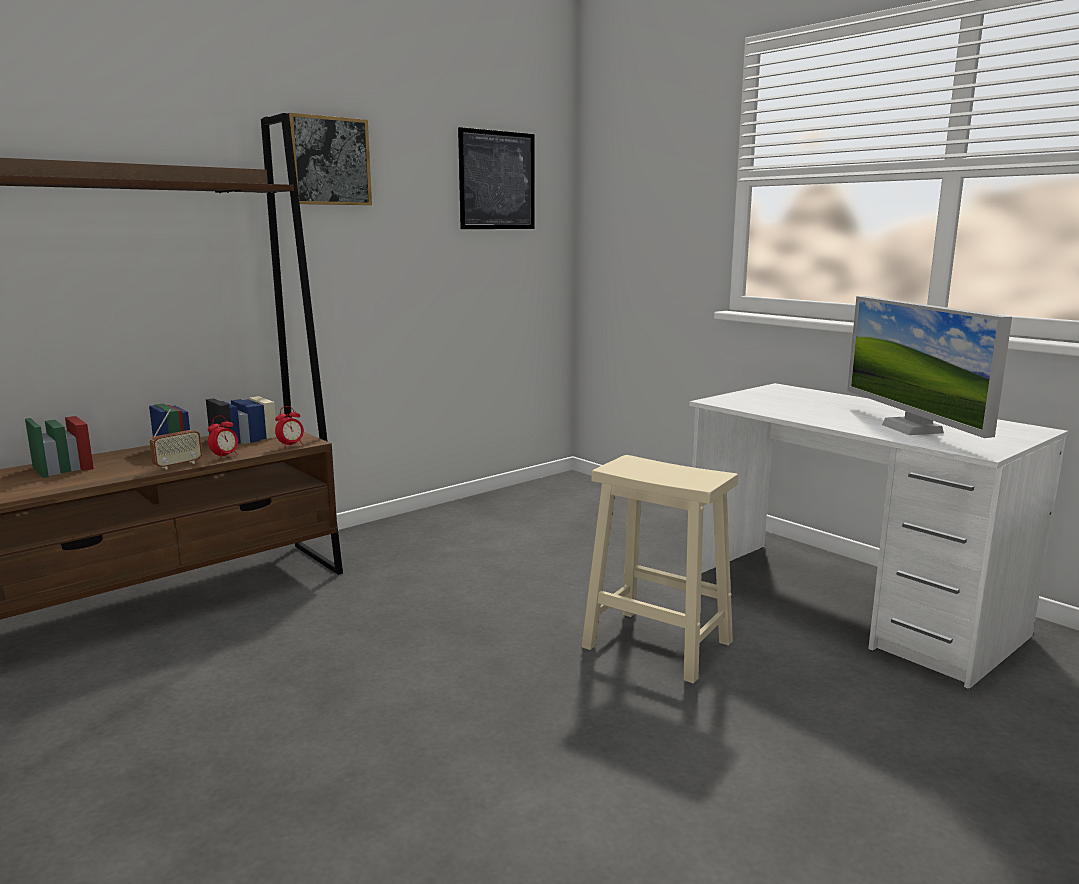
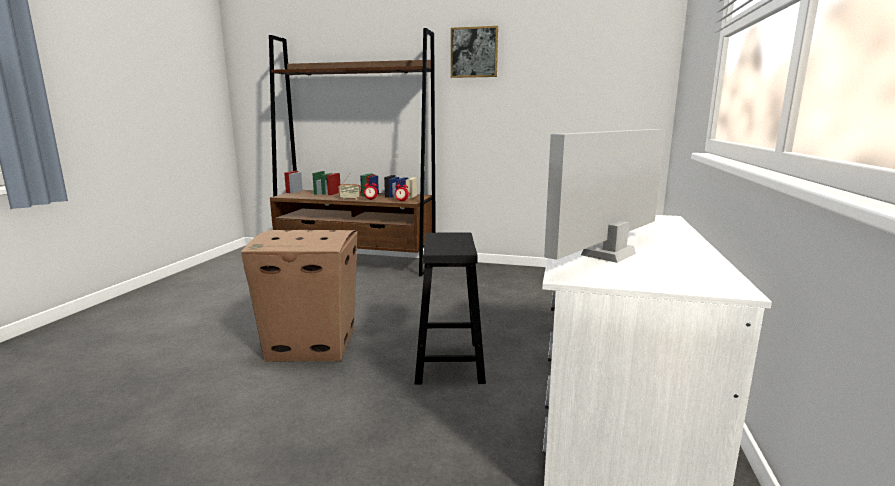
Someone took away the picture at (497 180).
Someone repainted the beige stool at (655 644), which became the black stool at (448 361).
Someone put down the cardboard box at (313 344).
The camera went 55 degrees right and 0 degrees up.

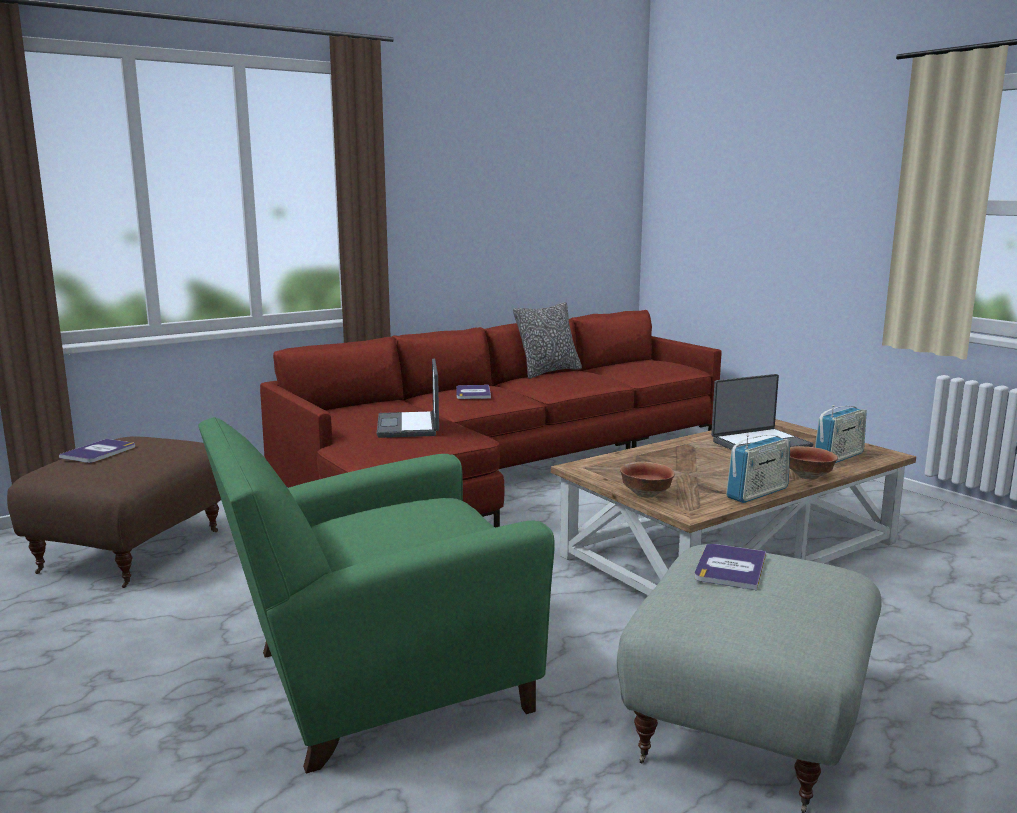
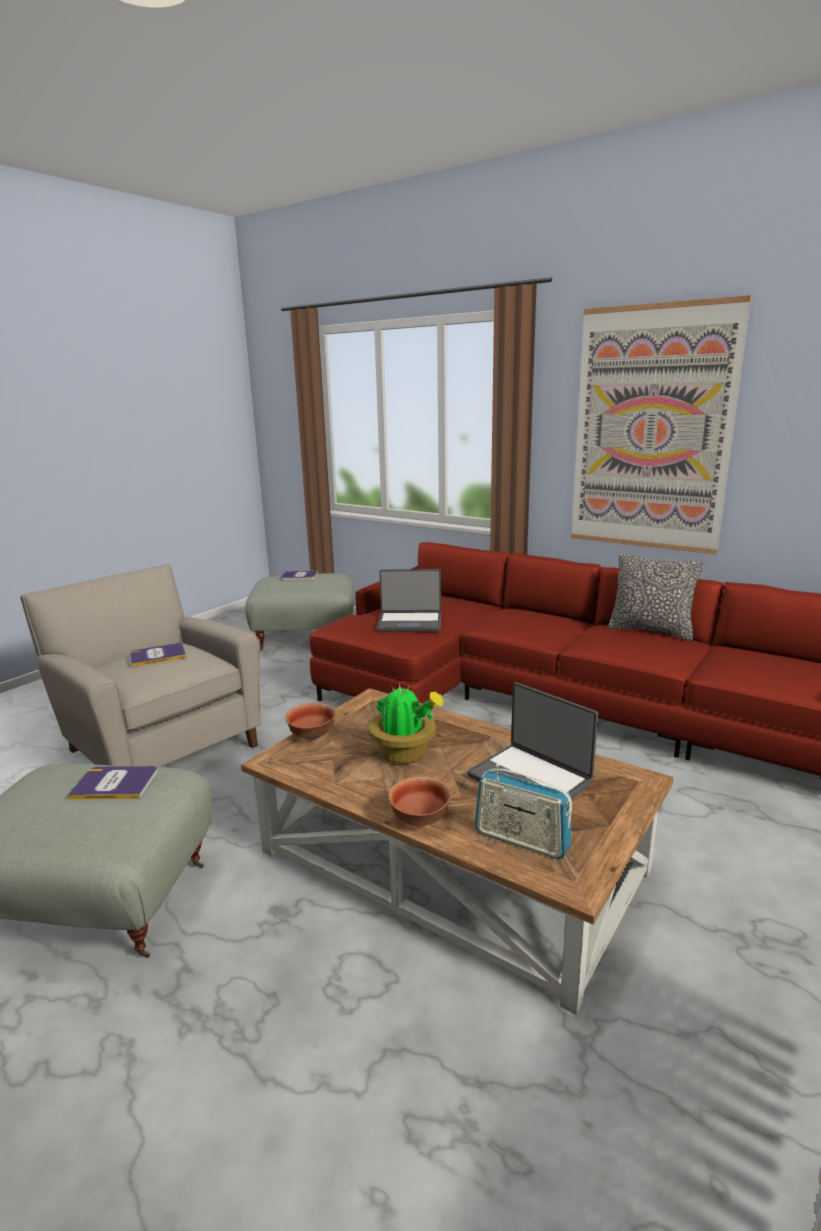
Someone repainted the brown ottoman at (135 552), which became the grey ottoman at (304 639).
Someone repainted the green armchair at (374 684), which became the beige armchair at (158 744).
Someone rotated the laptop at (410 426) by 150 degrees counterclockwise.
Someone carried the book from (473 393) to (158 655).
Someone took away the radio at (757 493).
Someone put down the potted plant at (405 754).
Someone put up the picture at (651 430).
The camera went 70 degrees right and 5 degrees up.

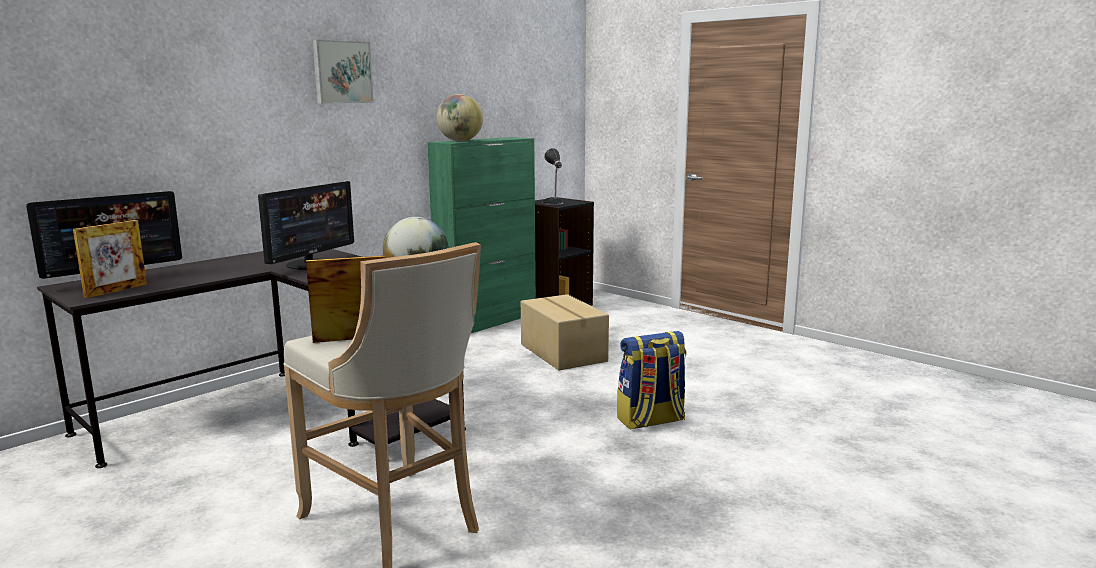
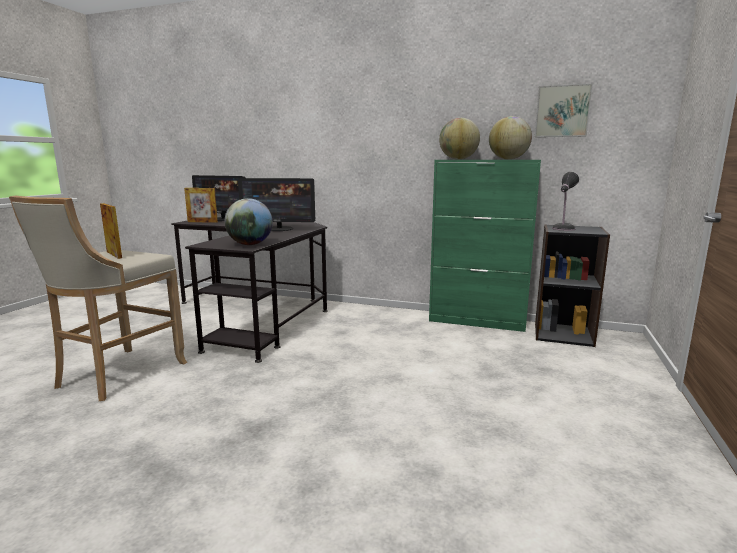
Someone carried the picture from (342 72) to (562 111).
Someone took away the cardboard box at (562 353).
Someone took away the backpack at (651 421).
Someone put down the globe at (508 159).
The camera went 65 degrees right and 0 degrees up.

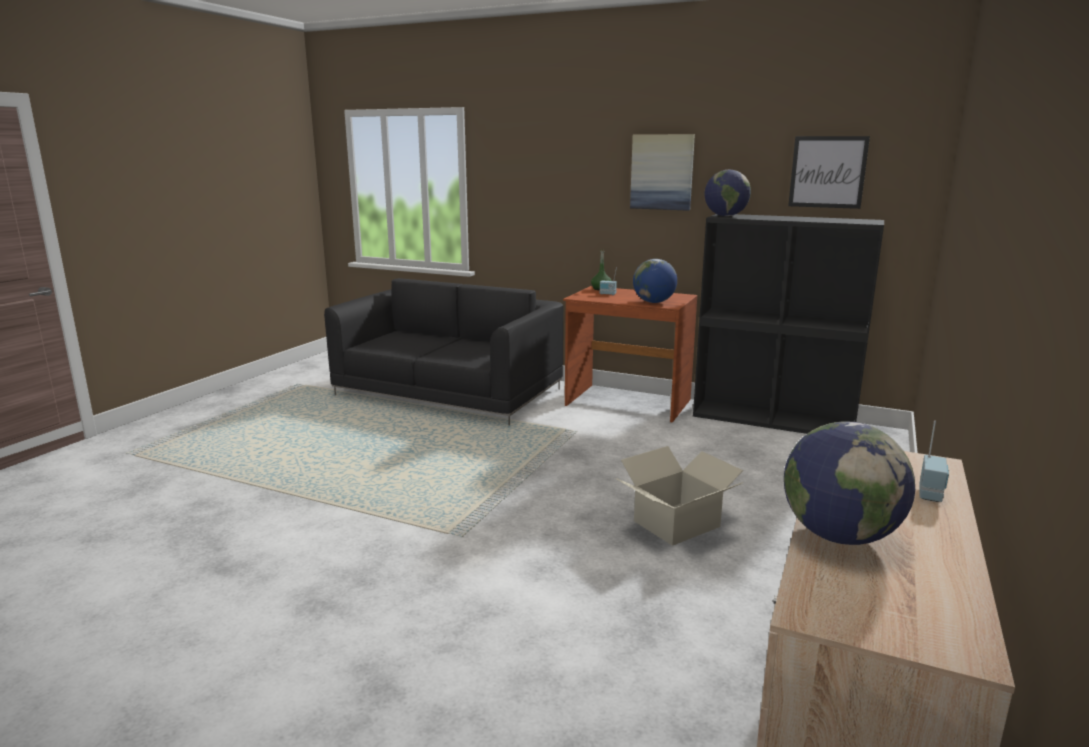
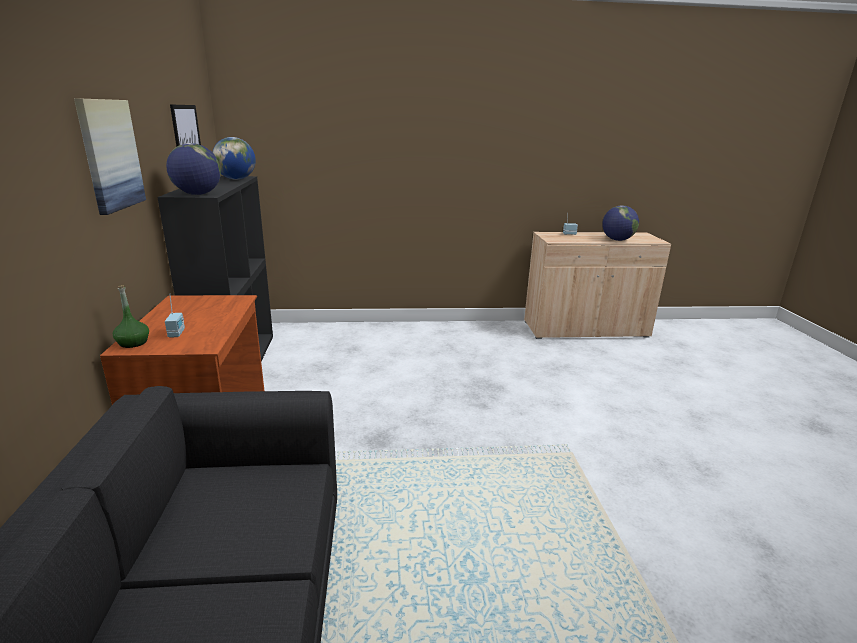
Someone took away the cardboard box at (675 523).
Someone carried the globe from (654 302) to (236 179).
The camera went 120 degrees left and 5 degrees up.

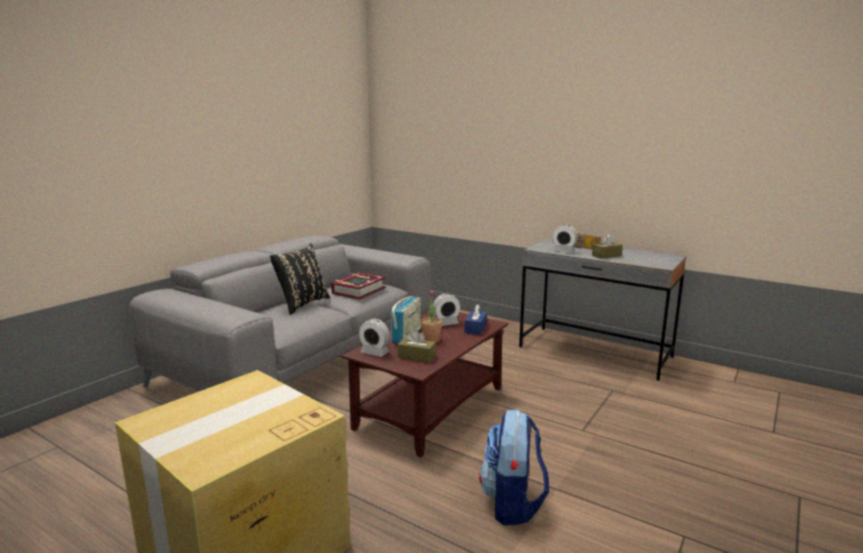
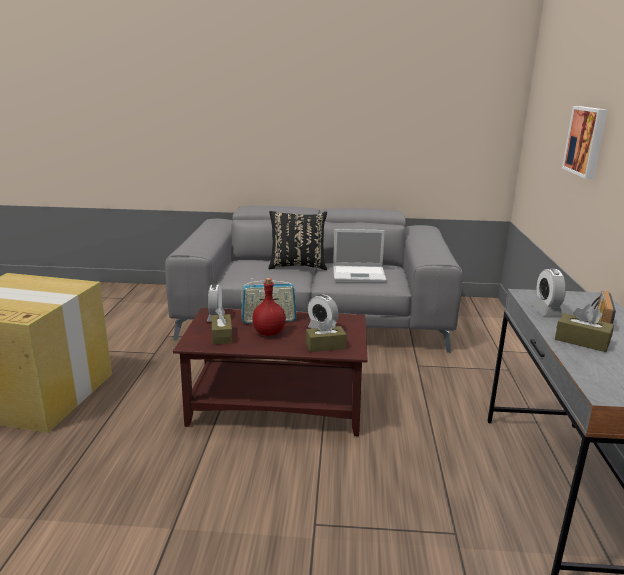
Someone swapped the book at (358 291) for the laptop at (360 274).
Someone swapped the potted plant at (431 340) for the red bottle at (269 332).
Someone repainted the blue tissue box at (475 328), which became the brown tissue box at (325 346).
Someone took away the backpack at (513 504).
Someone put up the picture at (587 141).
The camera went 60 degrees right and 5 degrees up.

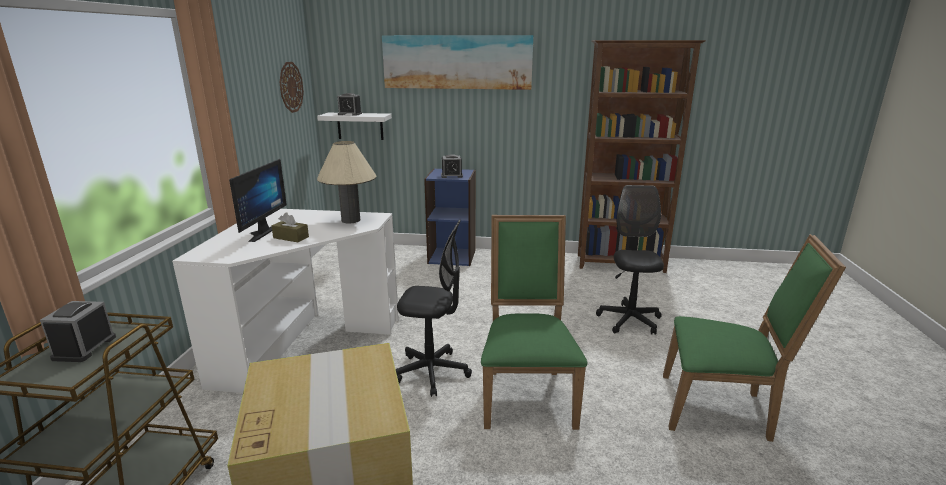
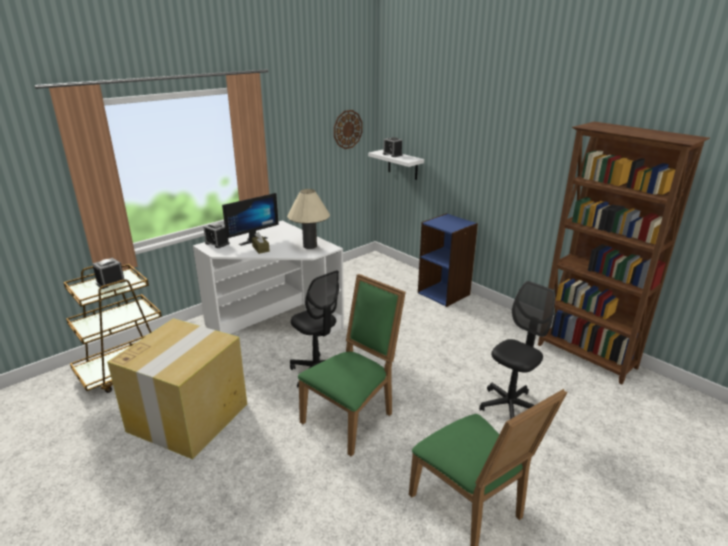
Someone took away the picture at (457 62).
Someone carried the alarm clock from (451 175) to (217 243).
The camera went 40 degrees right and 5 degrees up.

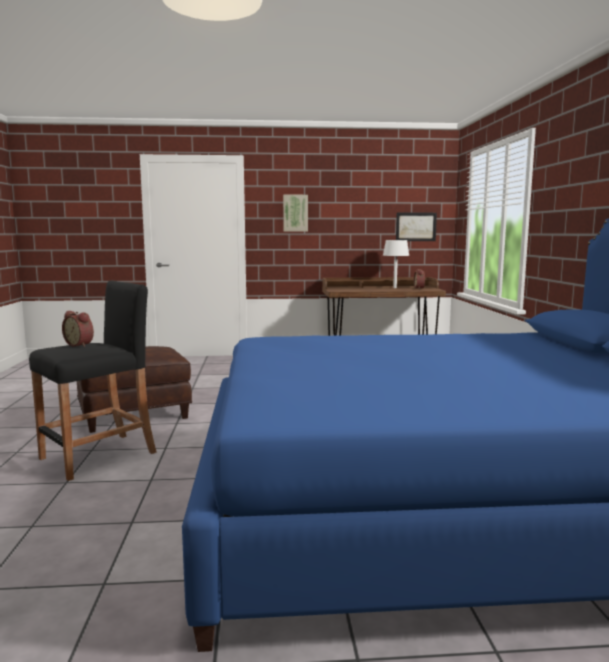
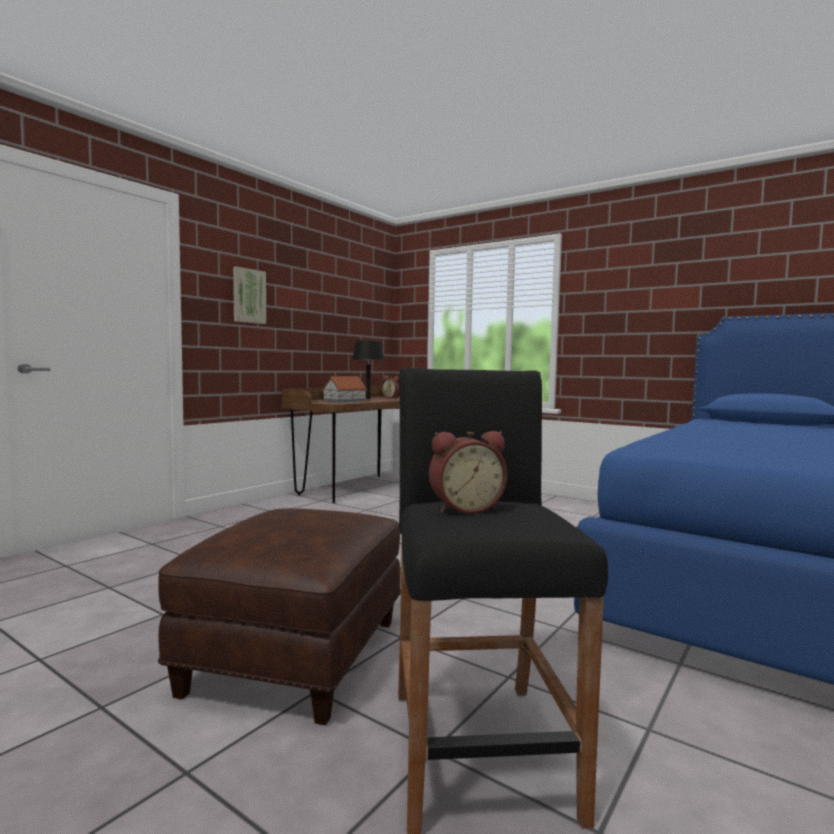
Someone repainted the white table lamp at (394 288), which became the black table lamp at (368 398).
Someone took away the picture at (416 227).
Someone put down the toy house at (344 401).
The camera went 50 degrees left and 5 degrees down.

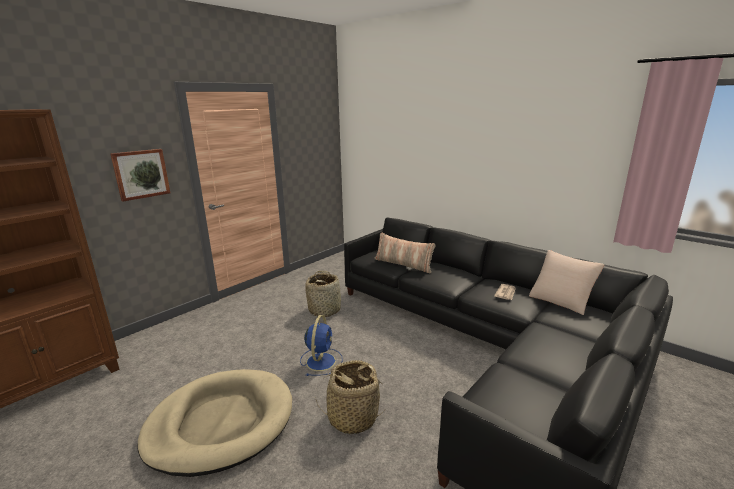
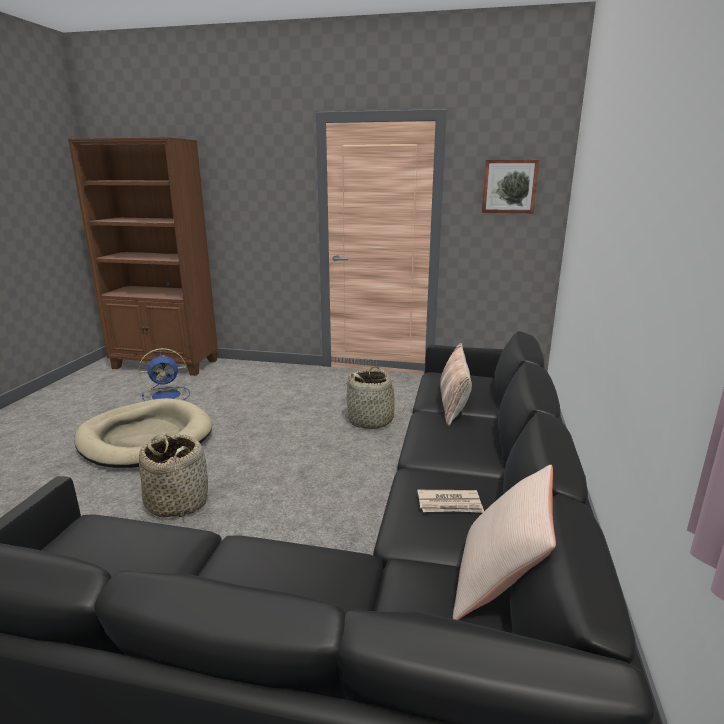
Someone carried the picture from (141 174) to (509 186).
Someone carried the blue fan from (321 361) to (168 396).
The camera went 60 degrees right and 0 degrees up.

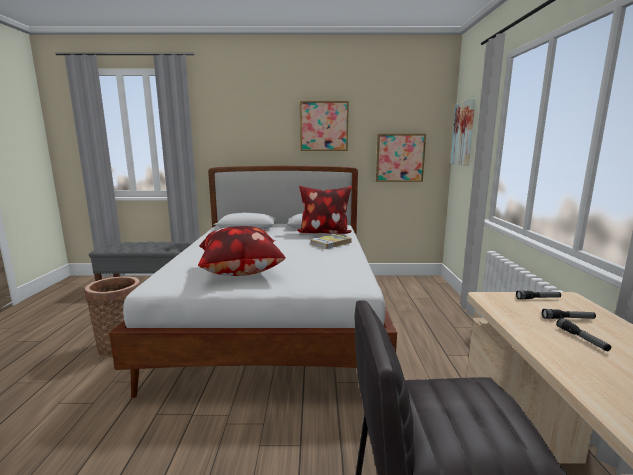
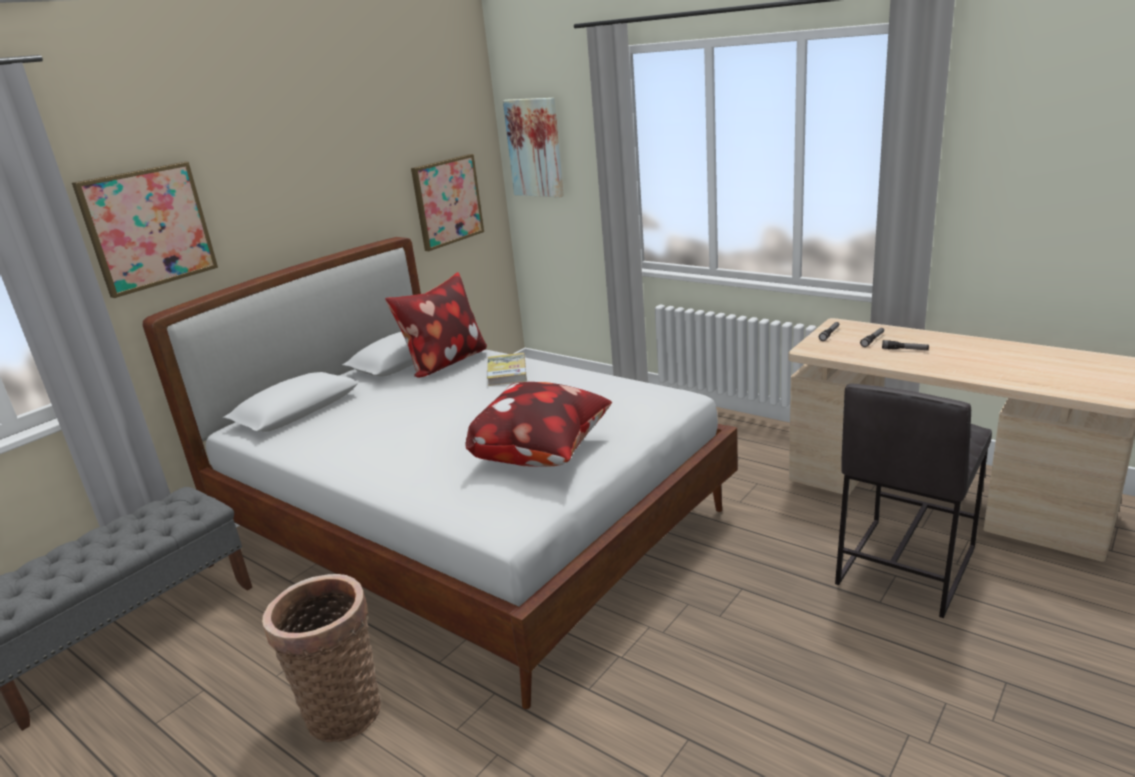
Someone carried the picture from (323 126) to (148 228).
The camera went 50 degrees left and 10 degrees up.

